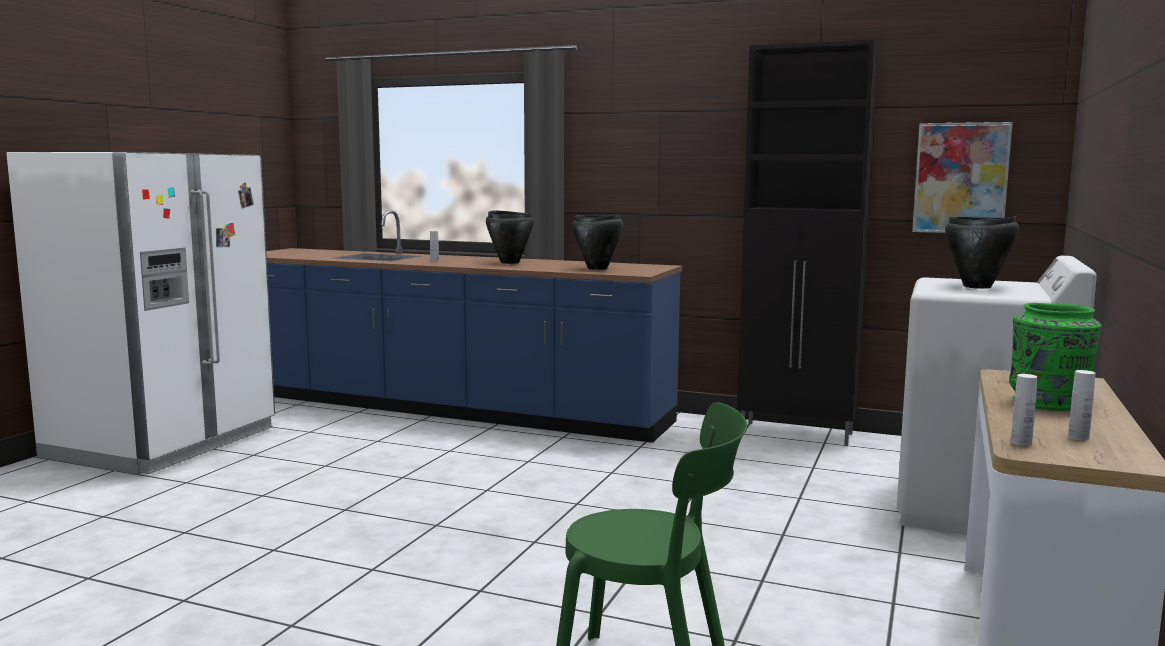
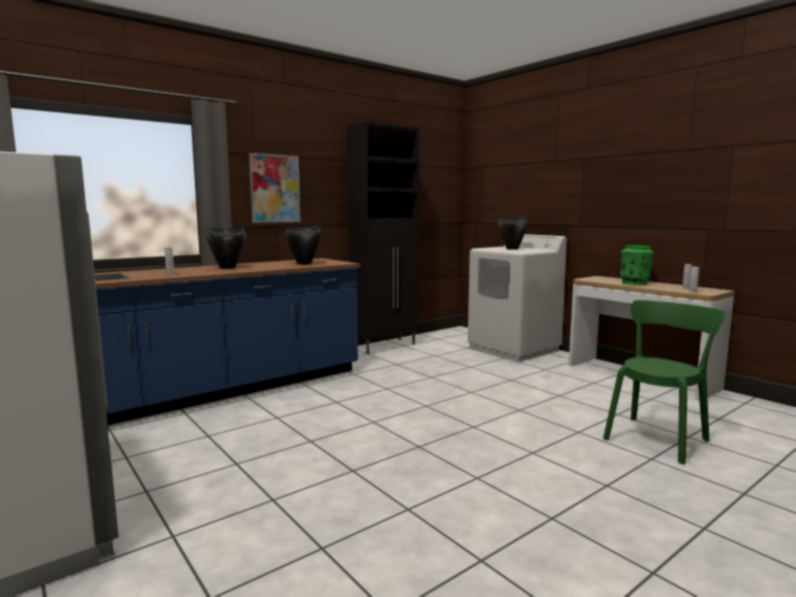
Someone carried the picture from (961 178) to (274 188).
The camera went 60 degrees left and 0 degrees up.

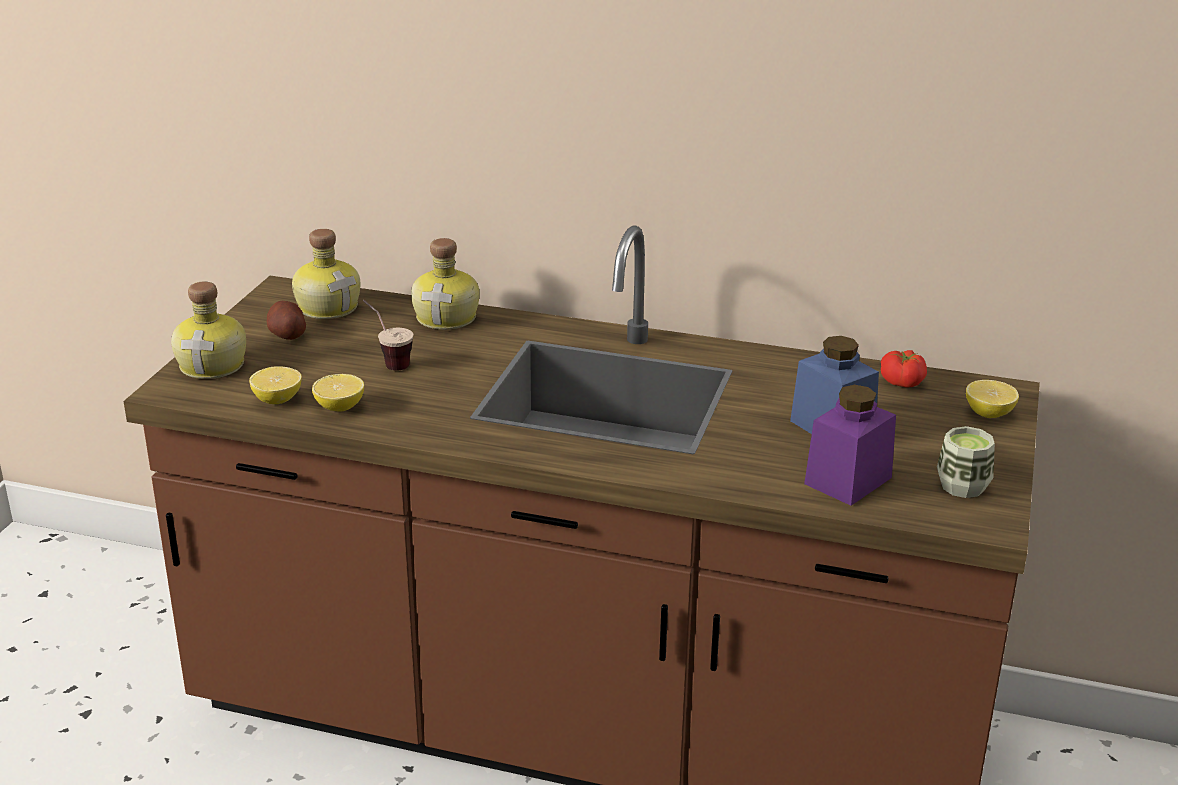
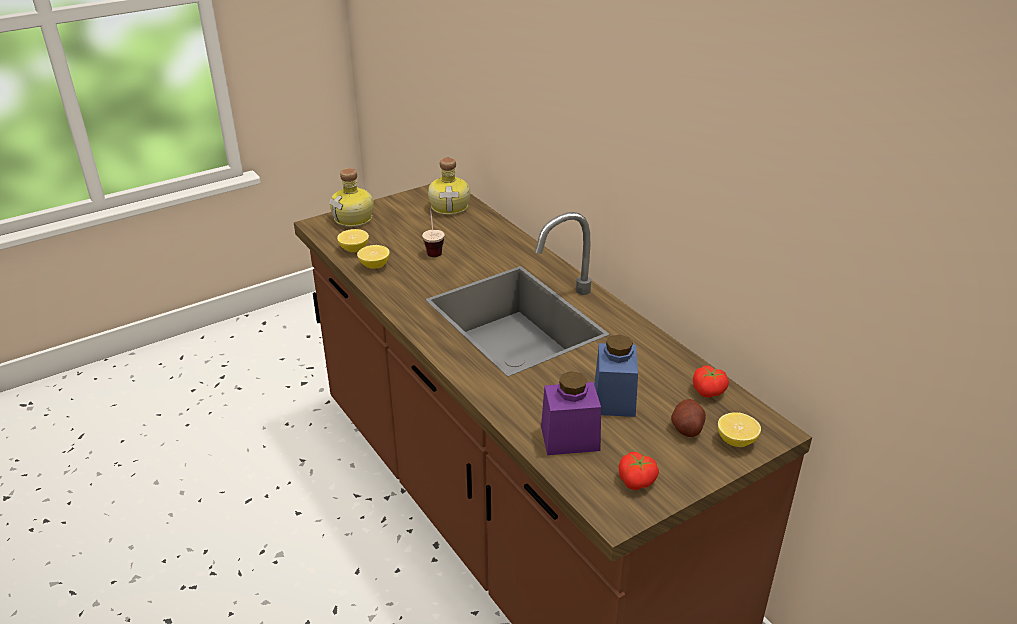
Someone carried the potato from (287 335) to (687 428).
Someone took away the bottle at (448 317).
Someone swapped the cup at (962 486) for the tomato at (637 480).
The camera went 40 degrees right and 5 degrees up.

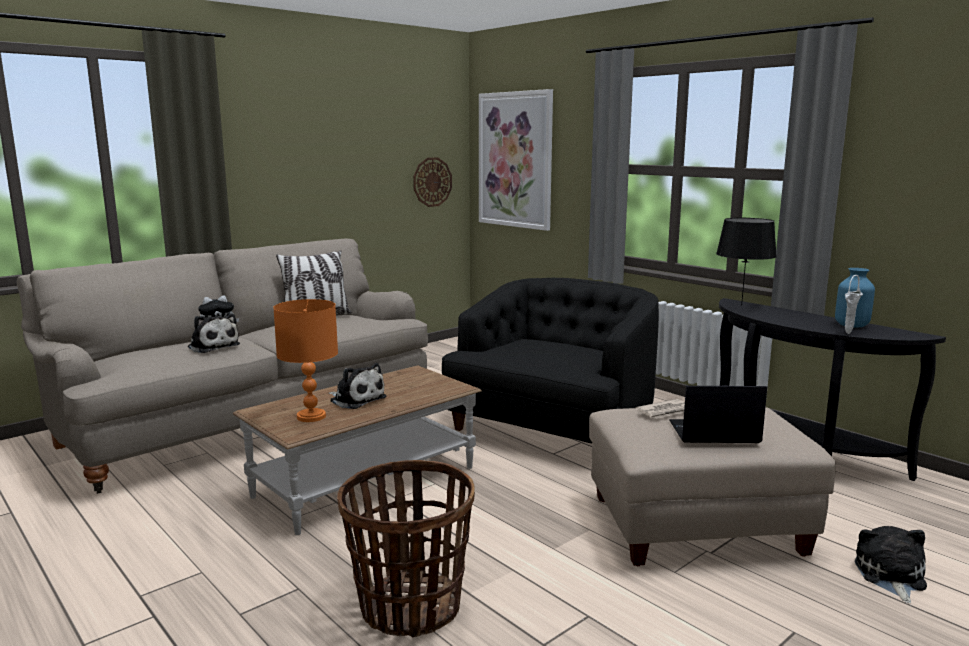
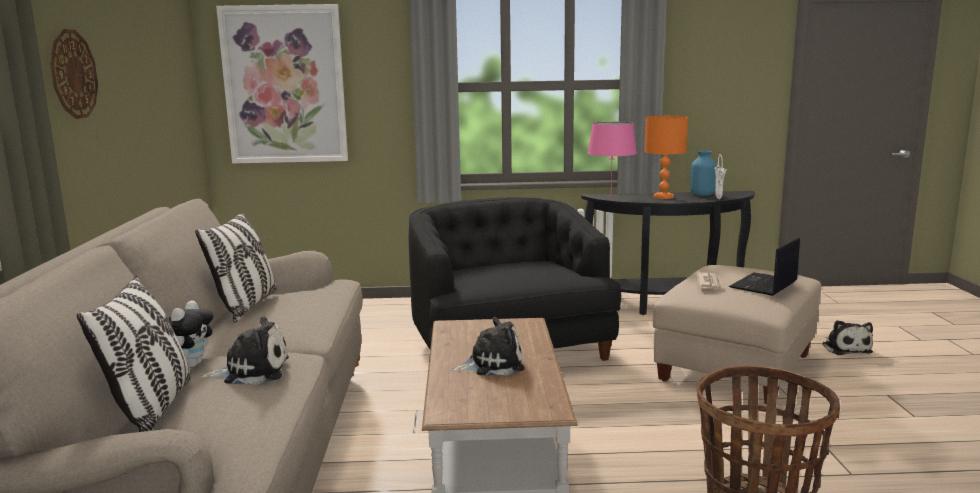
Someone carried the orange table lamp from (311 416) to (663 197).
Someone carried the wall clock from (432 182) to (73 74).
Someone repainted the black table lamp at (741 305), which became the pink table lamp at (611 196).
Someone rotated the plush toy at (890 576) by 150 degrees counterclockwise.
Someone put down the pillow at (152 409).
The camera went 50 degrees left and 0 degrees up.

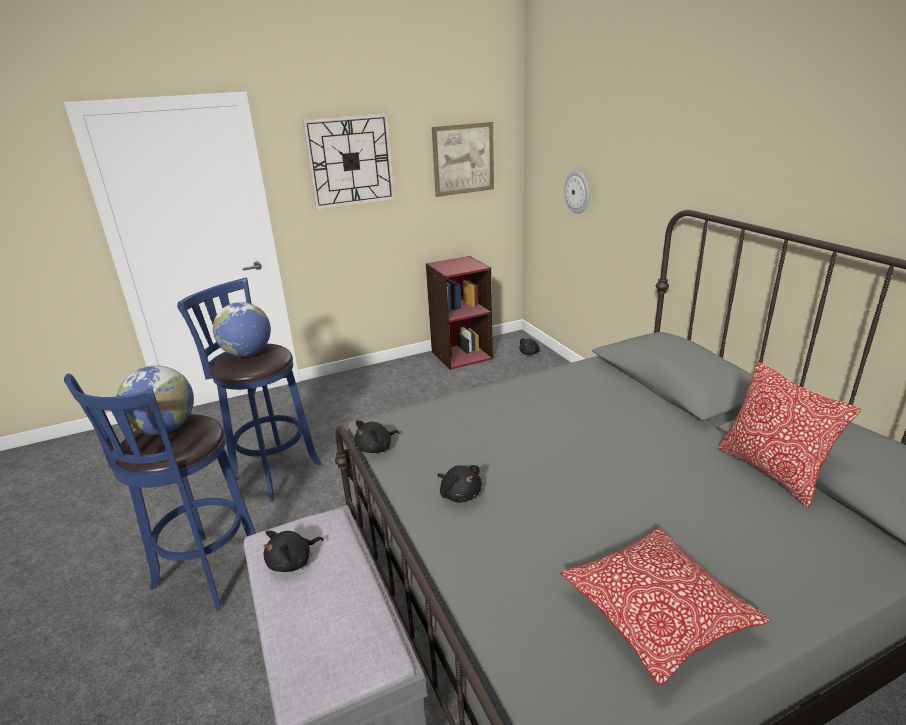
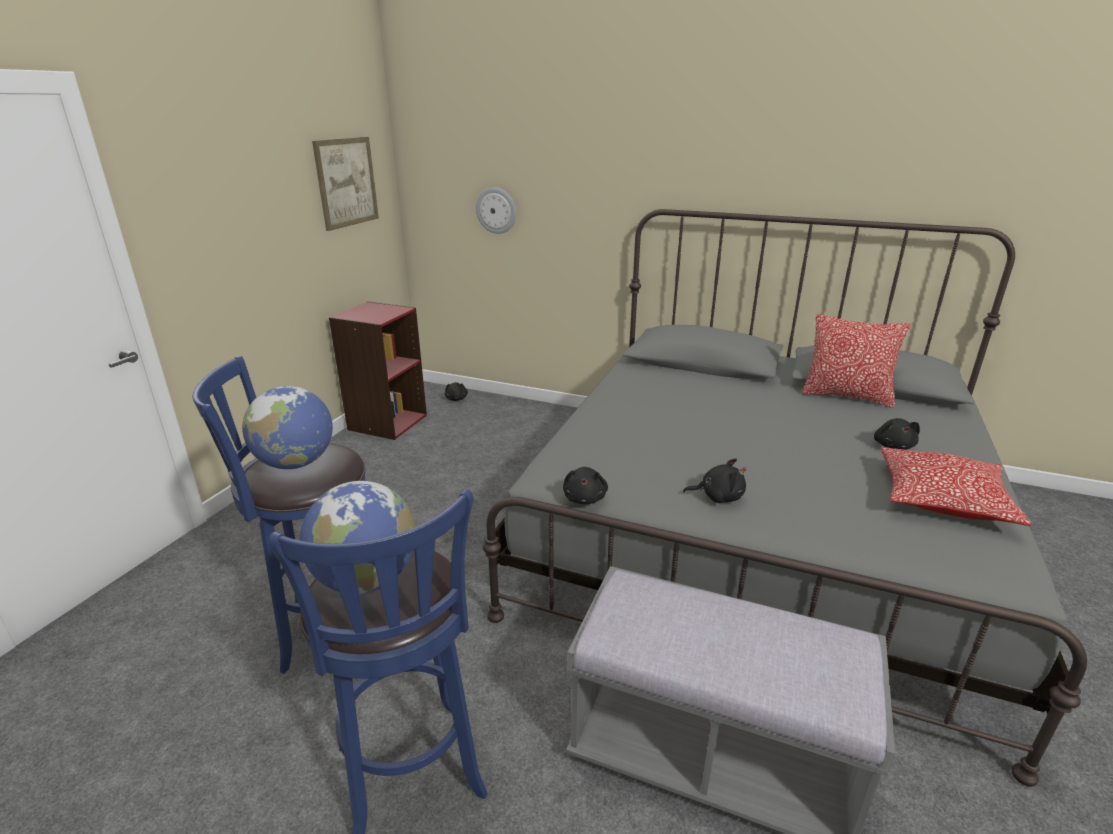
Someone carried the black plush toy from (293 562) to (893 446).
Someone took away the wall clock at (350 161).
The camera went 45 degrees left and 0 degrees up.

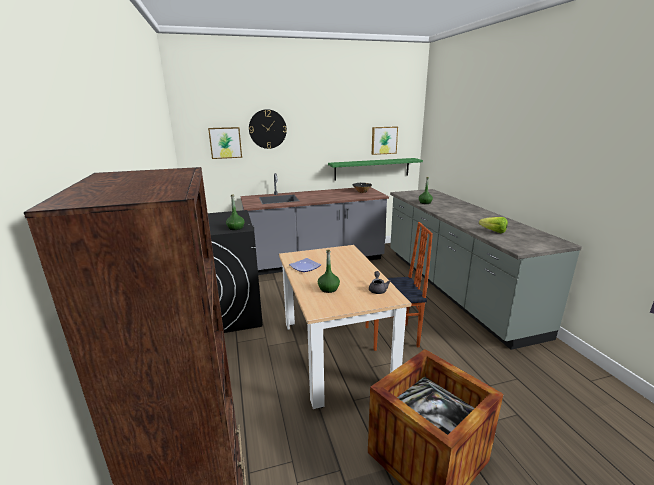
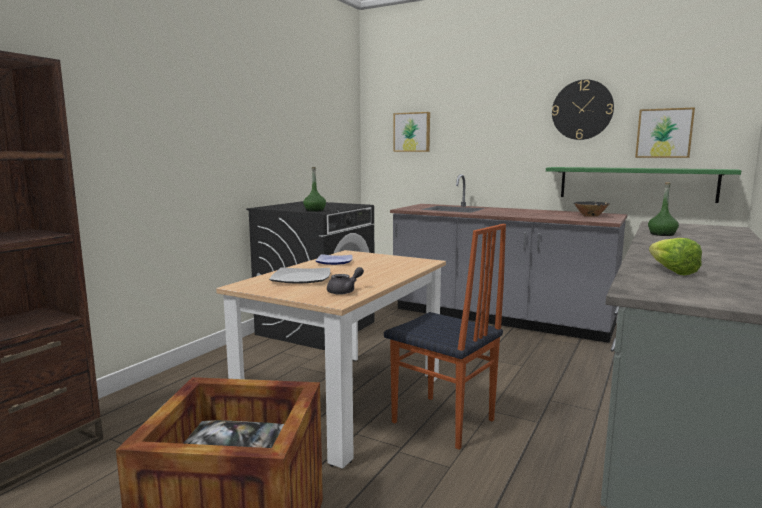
Someone carried the wall clock from (267 129) to (582 110).
Someone swapped the green bottle at (328 289) for the plate at (301 278).
The camera went 45 degrees right and 10 degrees down.

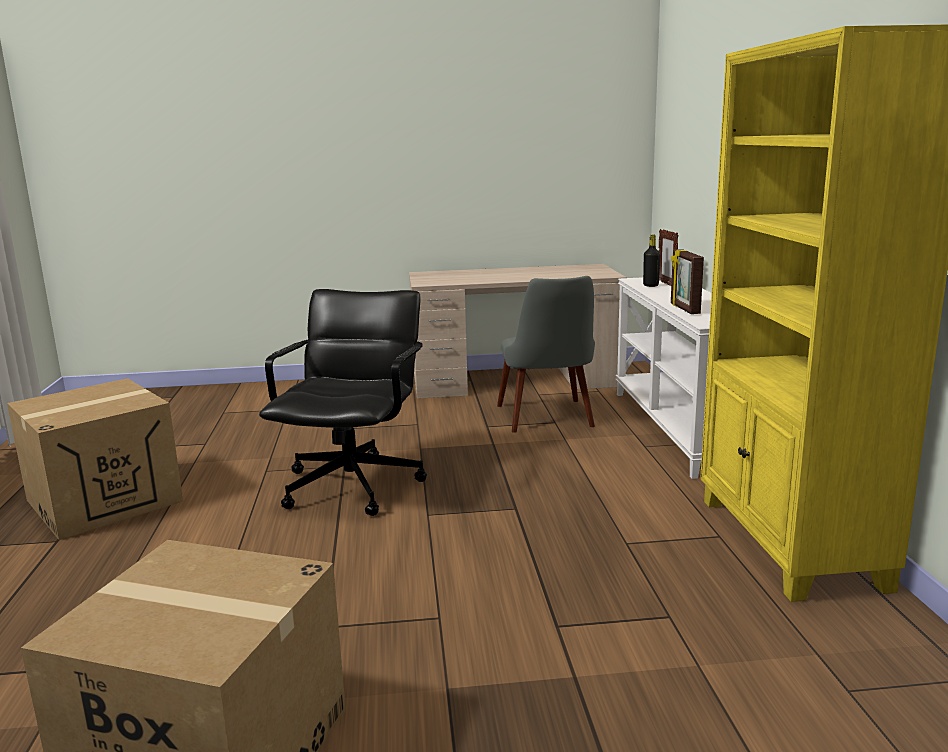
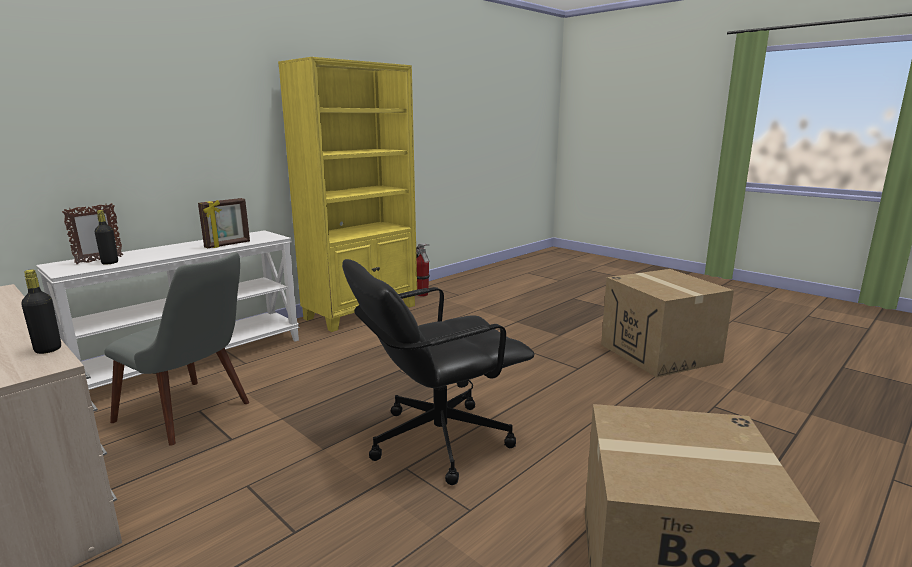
Someone rotated the grey chair at (548 420) by 75 degrees clockwise.
Someone put down the black bottle at (48 349).
Someone put down the fire extinguisher at (422 295).
The camera went 130 degrees left and 0 degrees up.

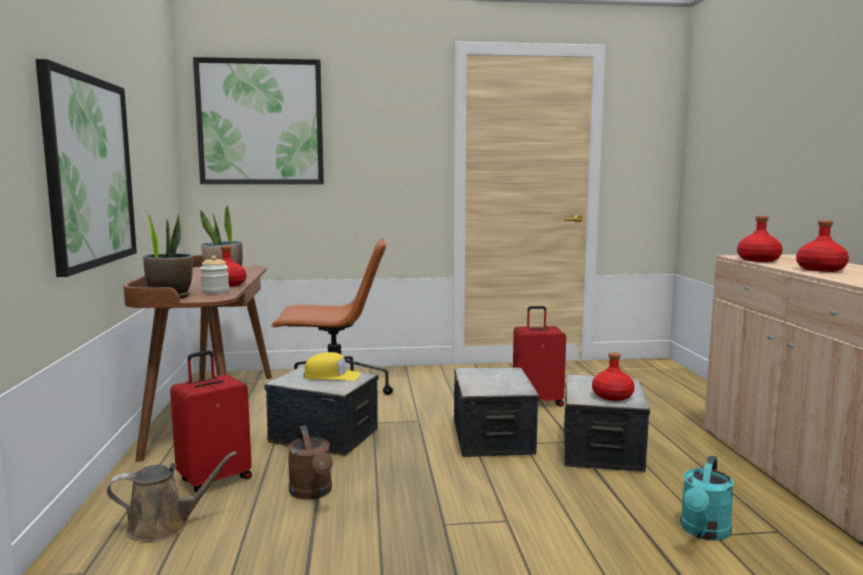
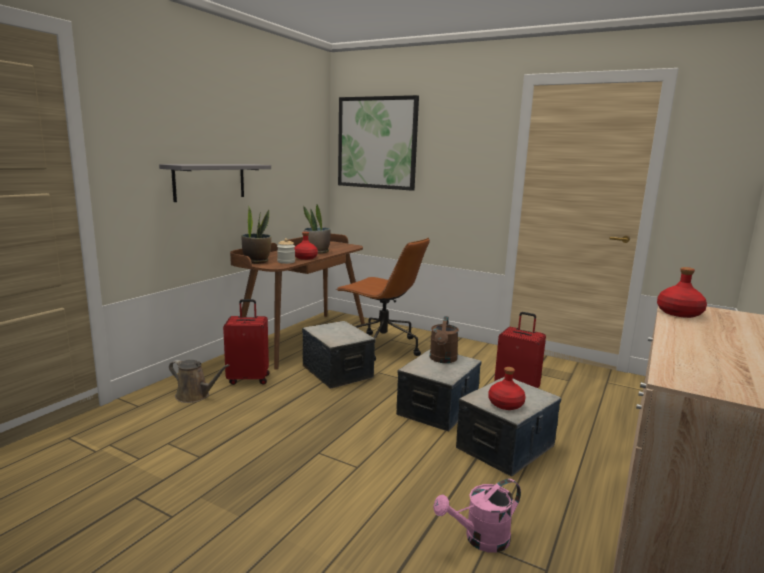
Someone swapped the picture at (89 171) for the grey shelf at (210 181).
Someone carried the brown watering can from (313 493) to (443 360).
Someone took away the yellow cap at (332 376).
Someone repainted the turquoise watering can at (704 532), which became the pink watering can at (480 539).
Someone took away the red bottle at (821 269).
The camera went 35 degrees right and 5 degrees up.

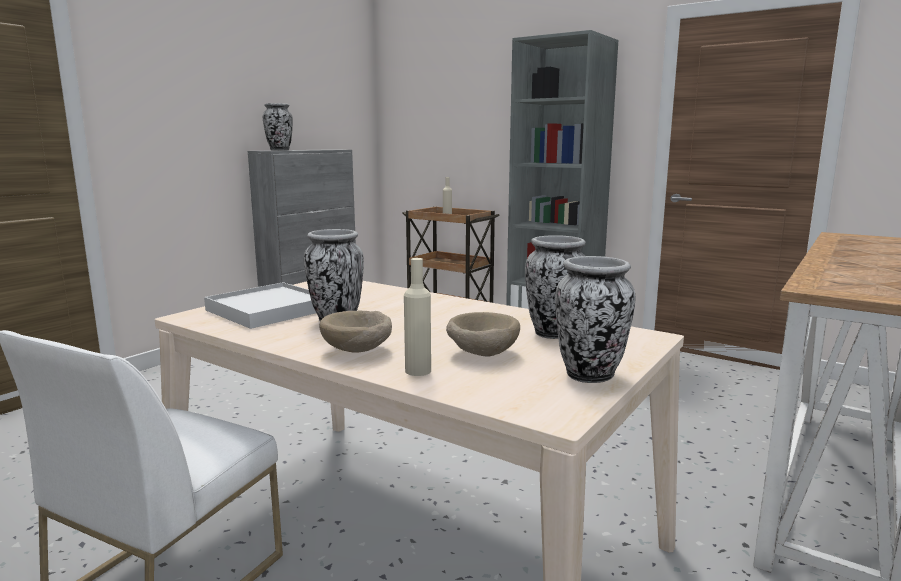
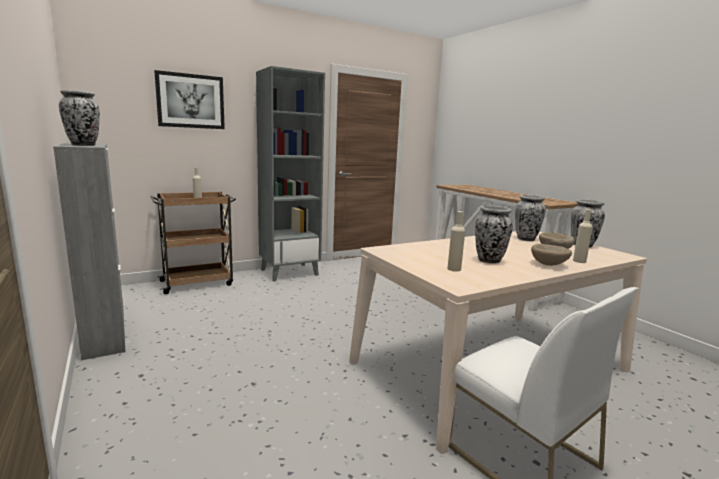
Someone swapped the white tray at (269 310) for the beige bottle at (454 269).
Someone put up the picture at (190 101).
The camera went 65 degrees left and 0 degrees up.

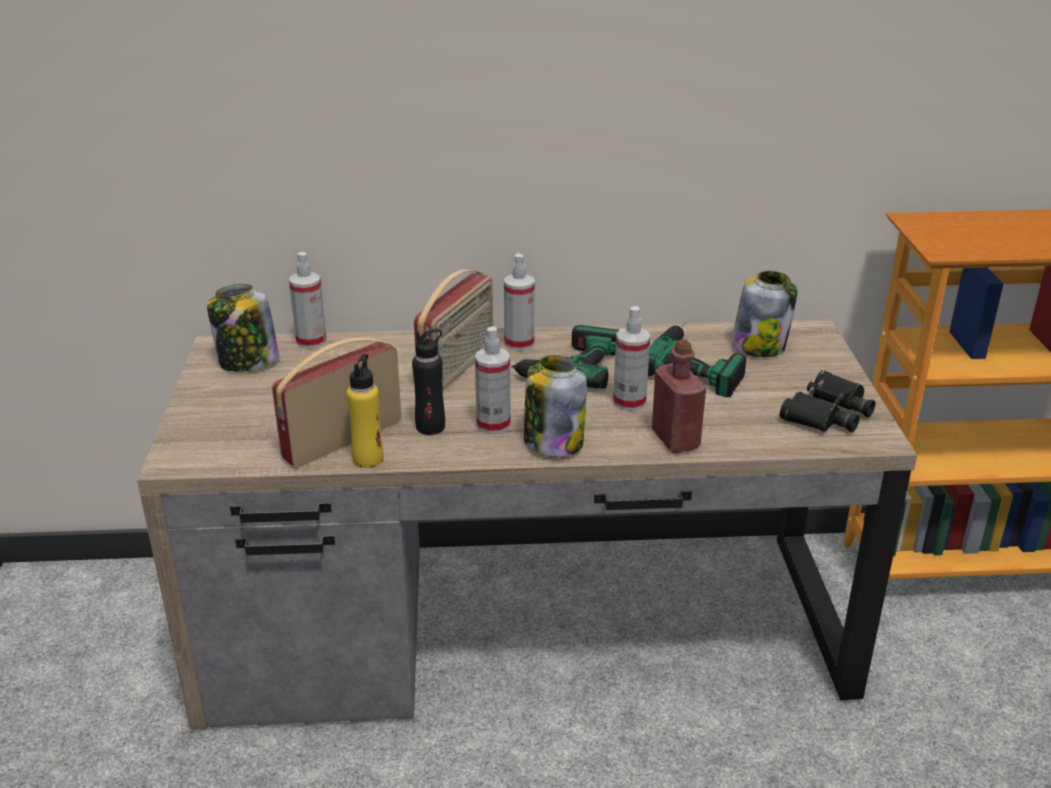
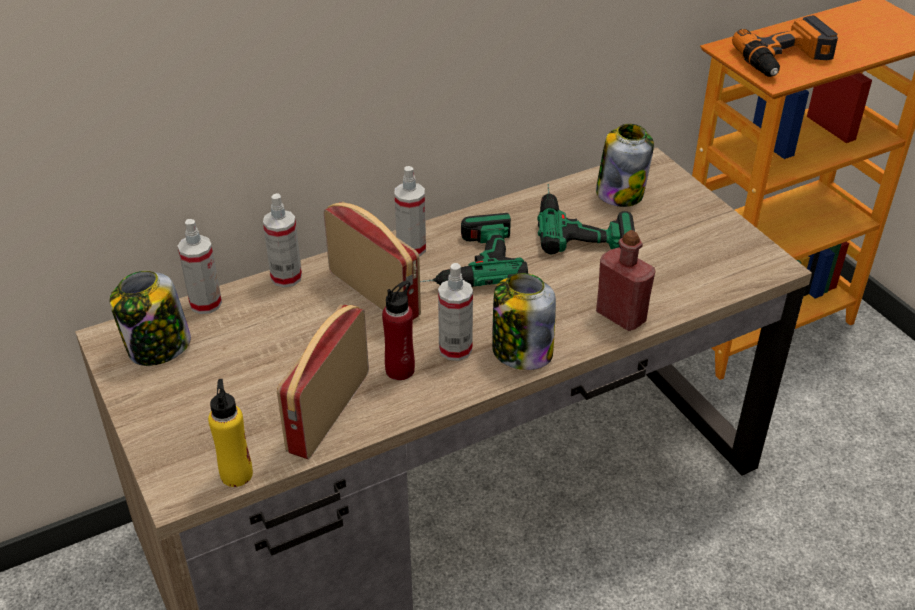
Someone carried the yellow bottle from (368 459) to (236 474).
Someone repainted the black bottle at (430 427), which became the red bottle at (400 370).
Someone rotated the radio at (458 368) by 45 degrees counterclockwise.
Someone carried the spray bottle from (629 402) to (286 277).
Someone took away the black binoculars at (827 412).
Someone put down the power drill at (786 59).
The camera went 25 degrees left and 10 degrees up.

